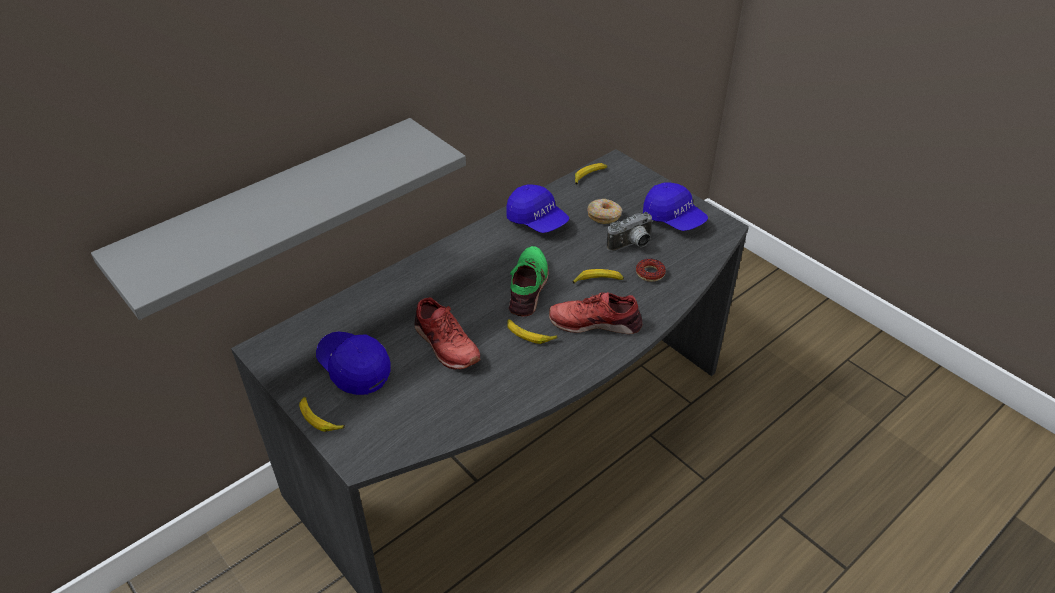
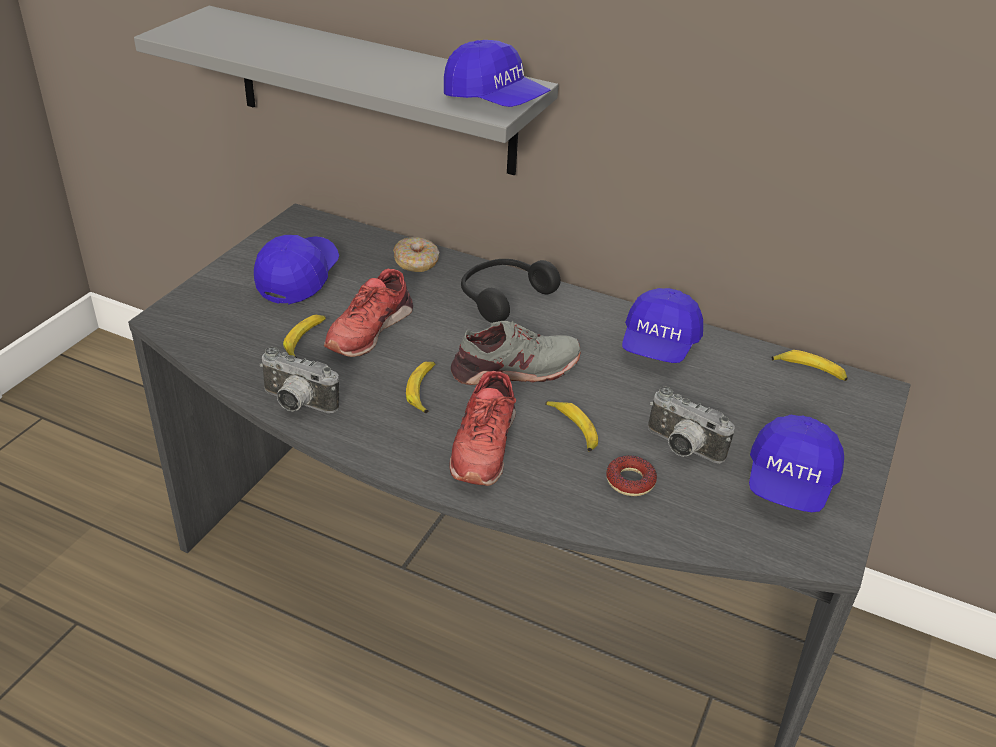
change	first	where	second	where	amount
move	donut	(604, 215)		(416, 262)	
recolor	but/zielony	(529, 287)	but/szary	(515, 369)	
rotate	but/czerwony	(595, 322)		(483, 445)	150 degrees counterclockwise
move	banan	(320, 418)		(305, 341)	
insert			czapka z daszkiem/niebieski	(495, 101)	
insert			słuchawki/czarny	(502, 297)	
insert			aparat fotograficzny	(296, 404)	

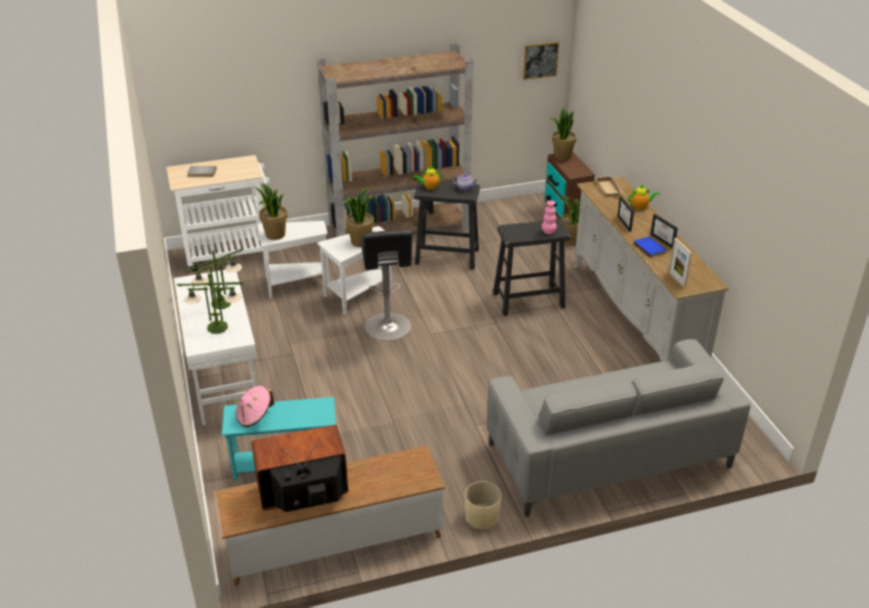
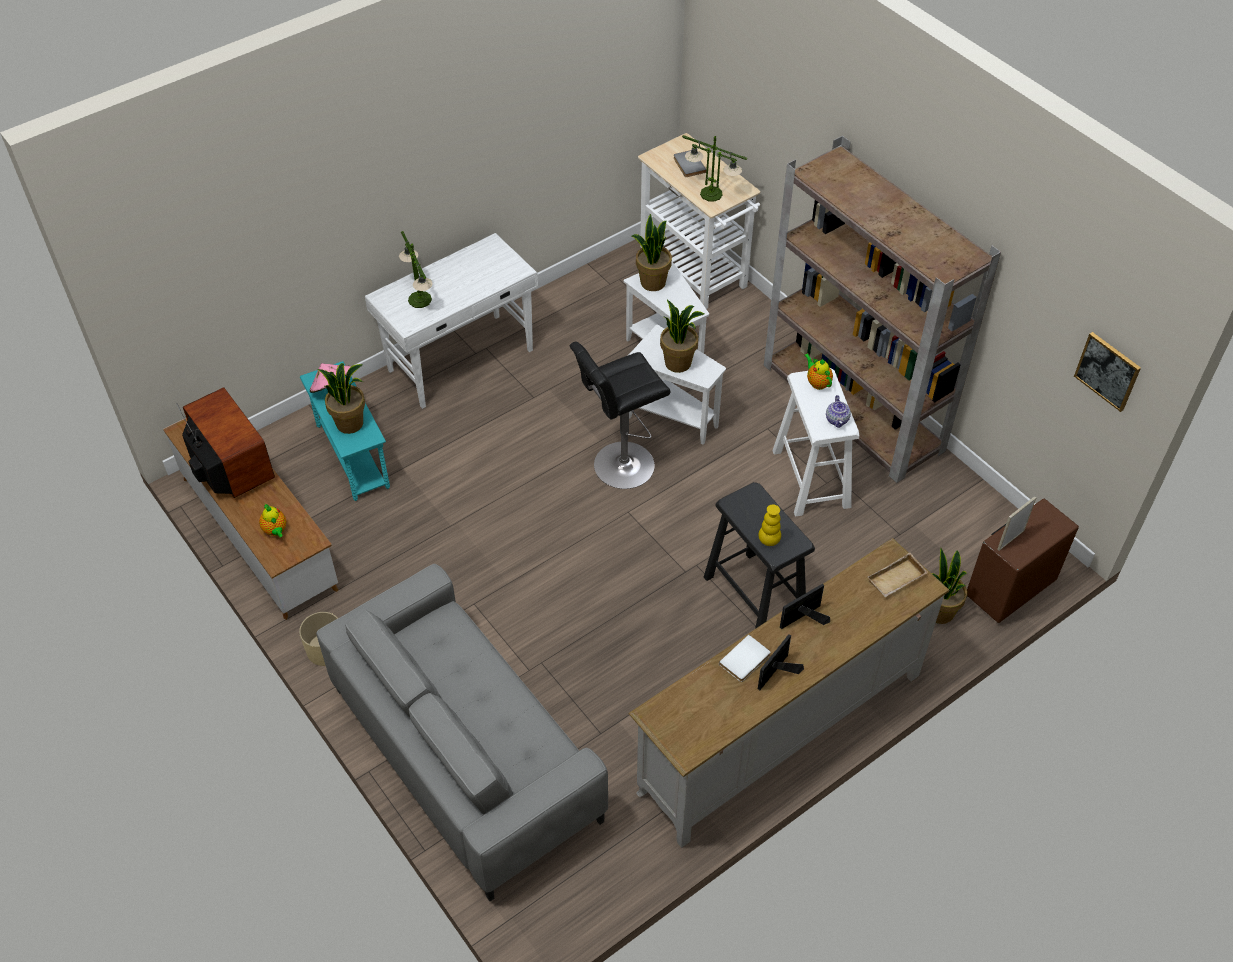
change	first	where	second	where	amount
move	roślina doniczkowa	(562, 156)		(350, 423)	
recolor	stołek/czarny	(447, 256)	stołek/biały	(811, 479)	
move	imbryk	(640, 206)		(275, 531)	
recolor	wazon/różowy	(548, 232)	wazon/żółty	(769, 541)	
recolor	książka/niebieski	(650, 248)	książka/biały	(746, 660)	
move	ramka na zdjęcie	(677, 279)		(1010, 540)	
move	lampa stołowa	(221, 303)		(710, 194)	

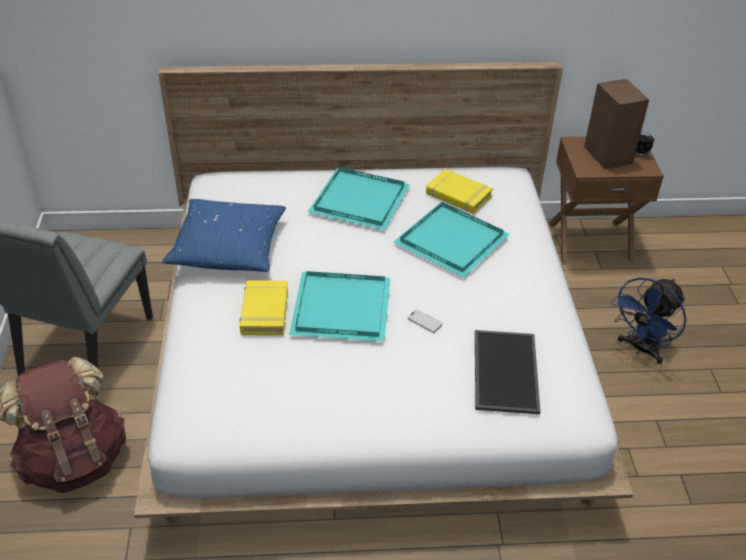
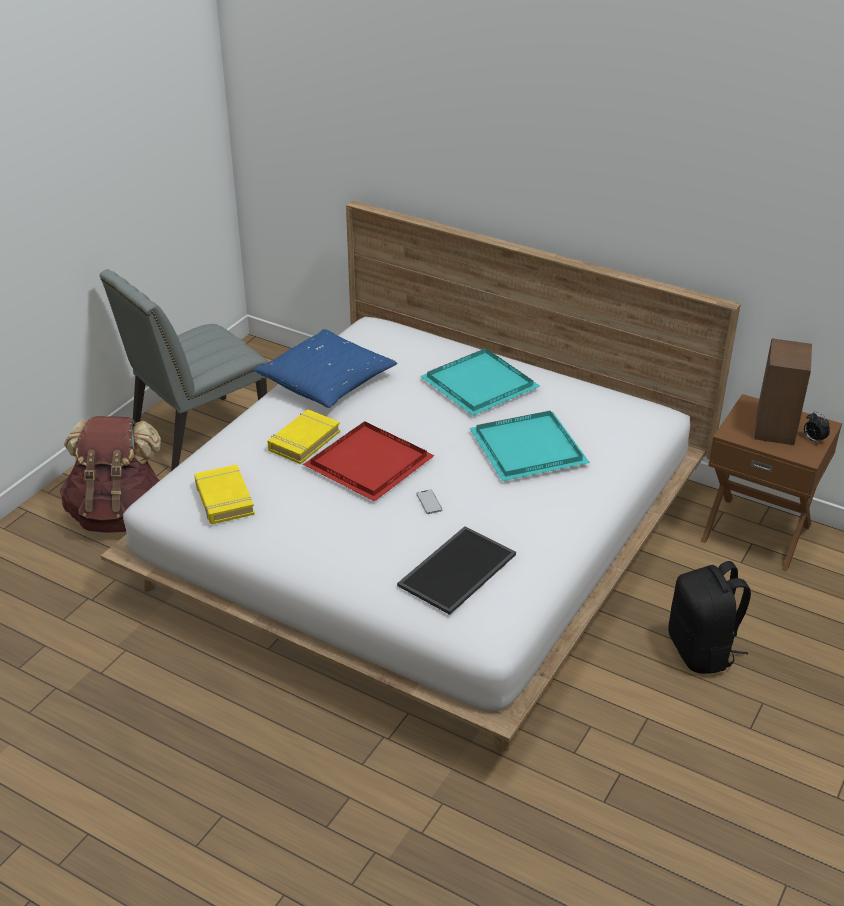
change	first	where	second	where	amount
move	książka/żółty	(458, 195)		(224, 499)	
recolor	taca/turkusowy	(343, 309)	taca/czerwony	(369, 465)	
replace	wentylator/niebieski	(641, 349)	plecak/czarny	(702, 651)	

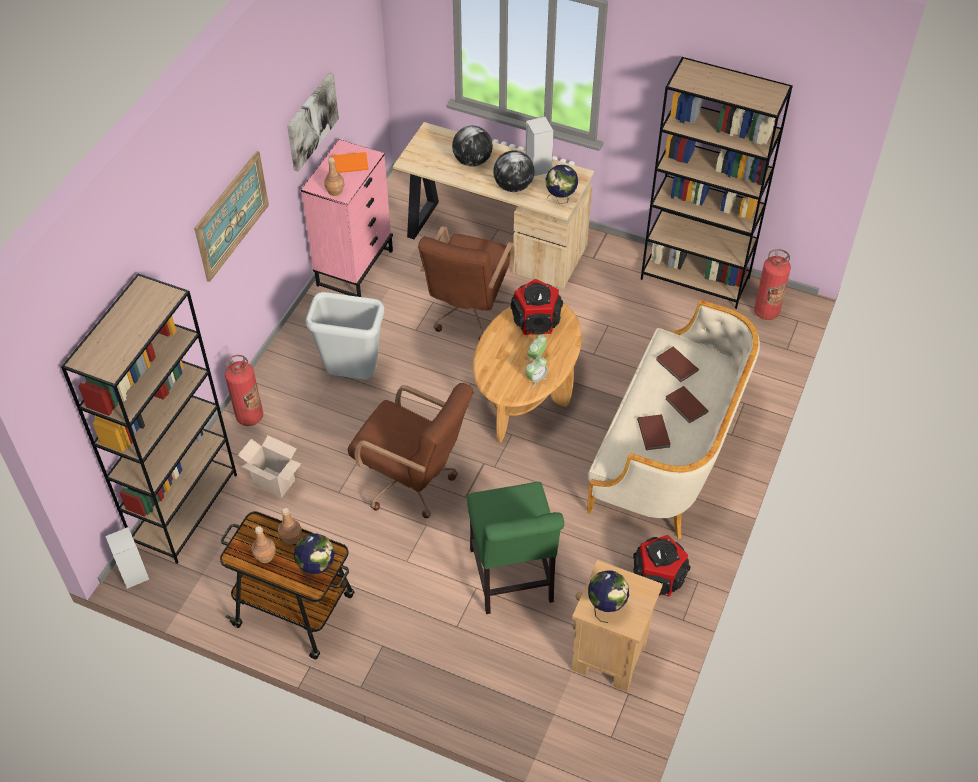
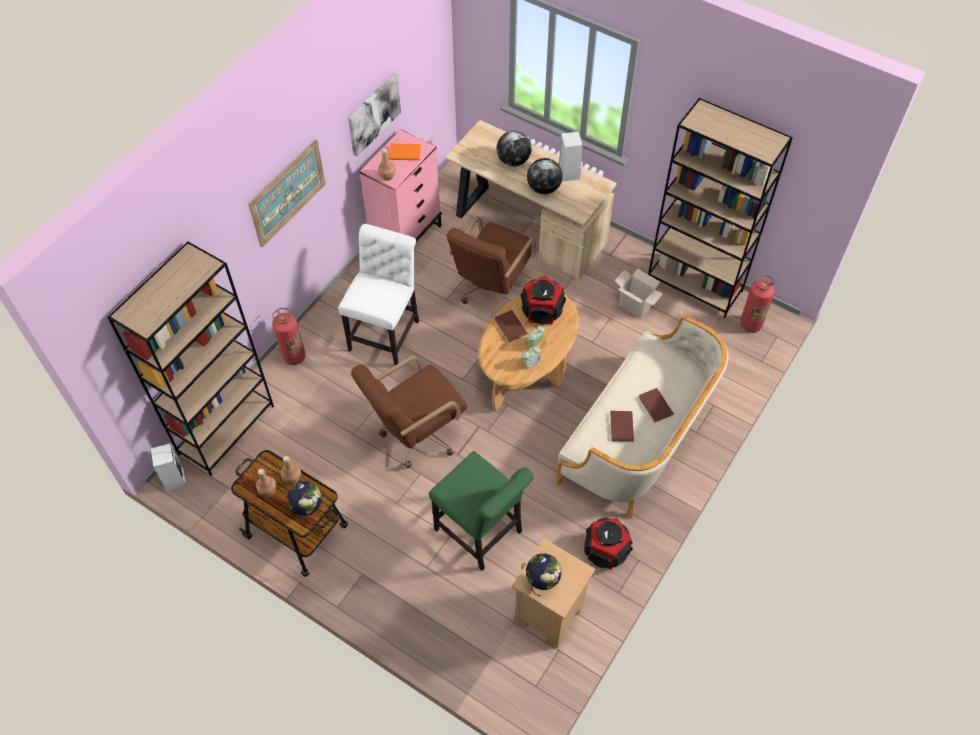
change	first	where	second	where	amount
delete	globus	(560, 199)			
replace	kosz na śmieci/szary	(353, 375)	krzesło/biały	(386, 332)	
move	książka/brązowy	(676, 366)		(510, 327)	
rotate	krzesło biurowe/brązowy	(413, 486)		(416, 437)	105 degrees clockwise
move	karton	(275, 482)		(636, 306)	
rotate	krzesło/zielony	(512, 580)		(481, 533)	45 degrees counterclockwise

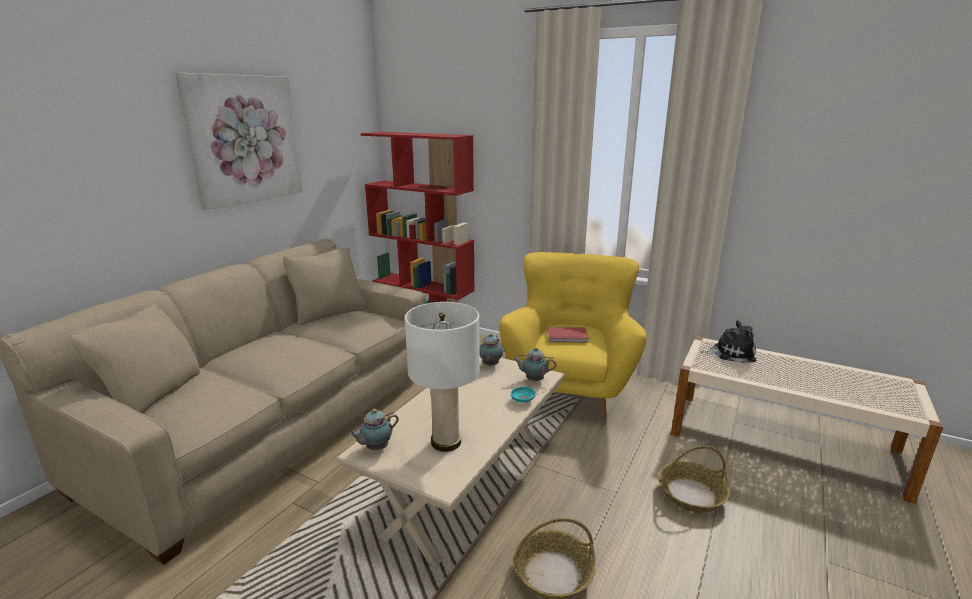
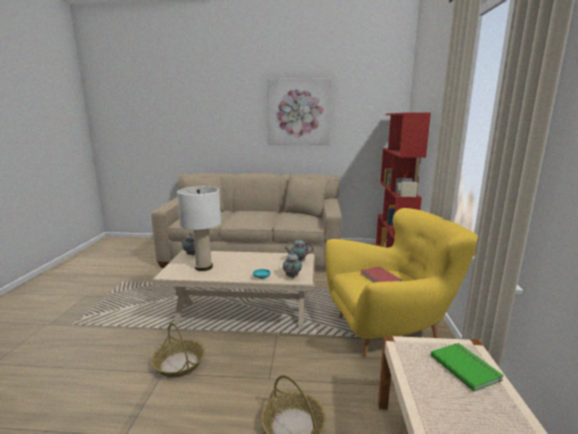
change	first	where	second	where	amount
replace	pluszak	(731, 353)	książka/zielony	(466, 367)	

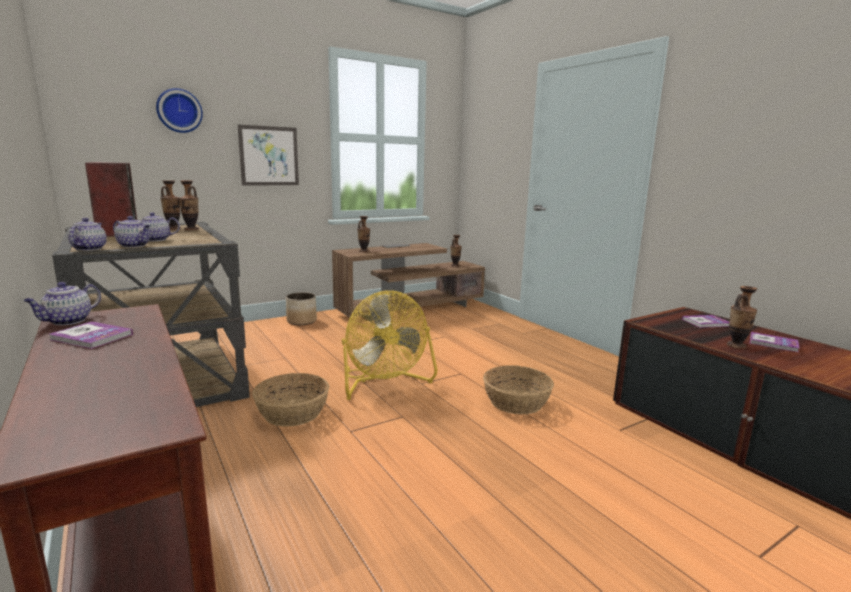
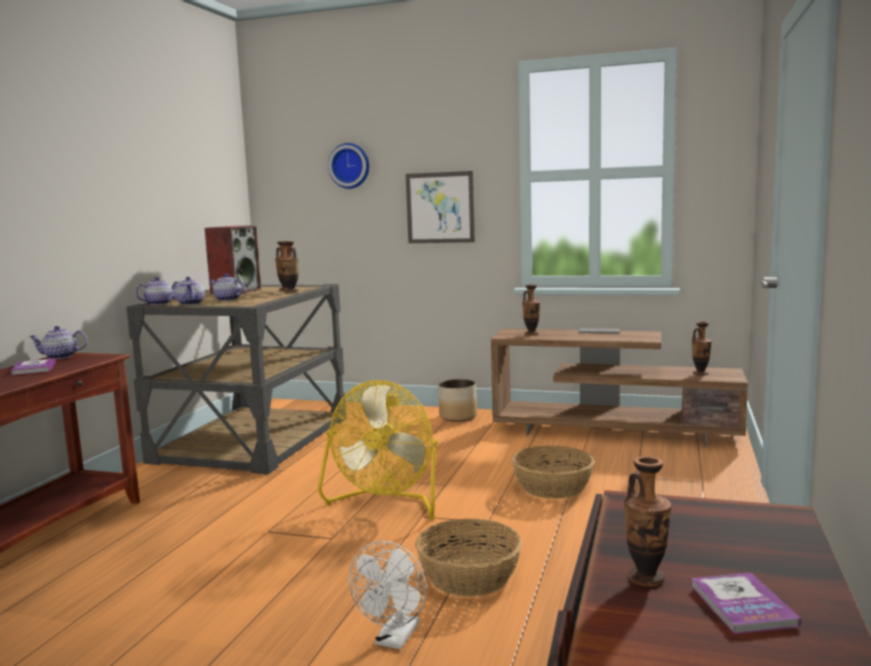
change	first	where	second	where	amount
delete	książka	(706, 322)			
move	koszyk	(292, 412)		(552, 486)	
insert			wentylator/biały	(394, 639)	

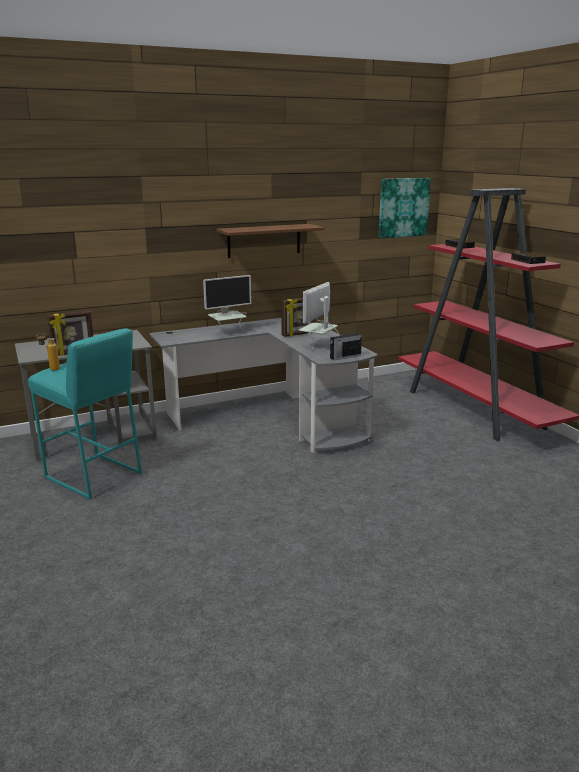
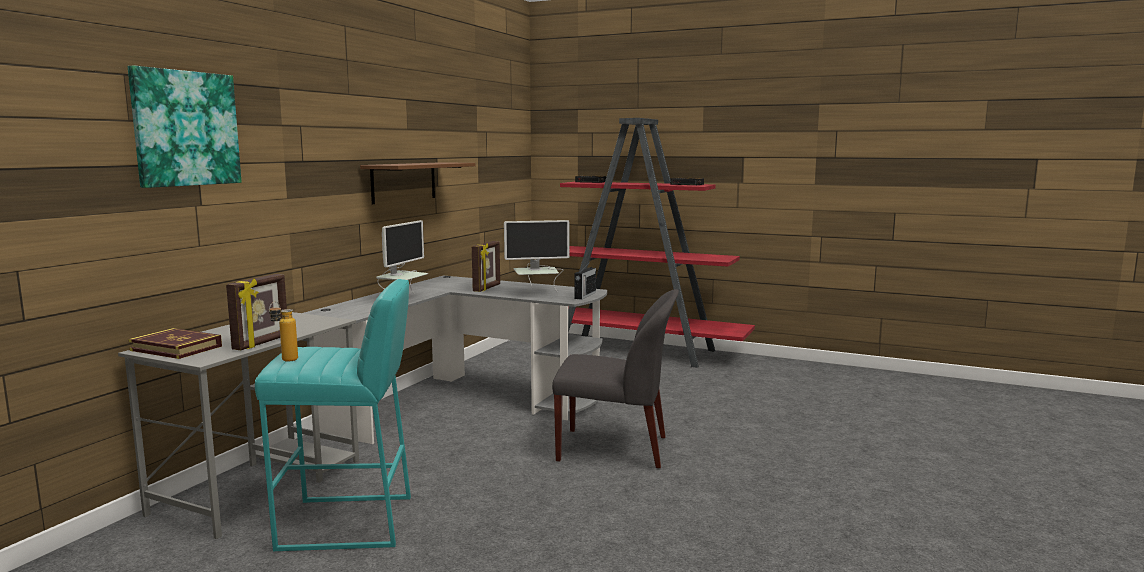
change	first	where	second	where	amount
move	obraz	(403, 207)		(185, 128)	
rotate	monitor	(318, 346)		(536, 293)	90 degrees counterclockwise
insert			krzesło/szary	(616, 449)	
insert			książka	(176, 348)	

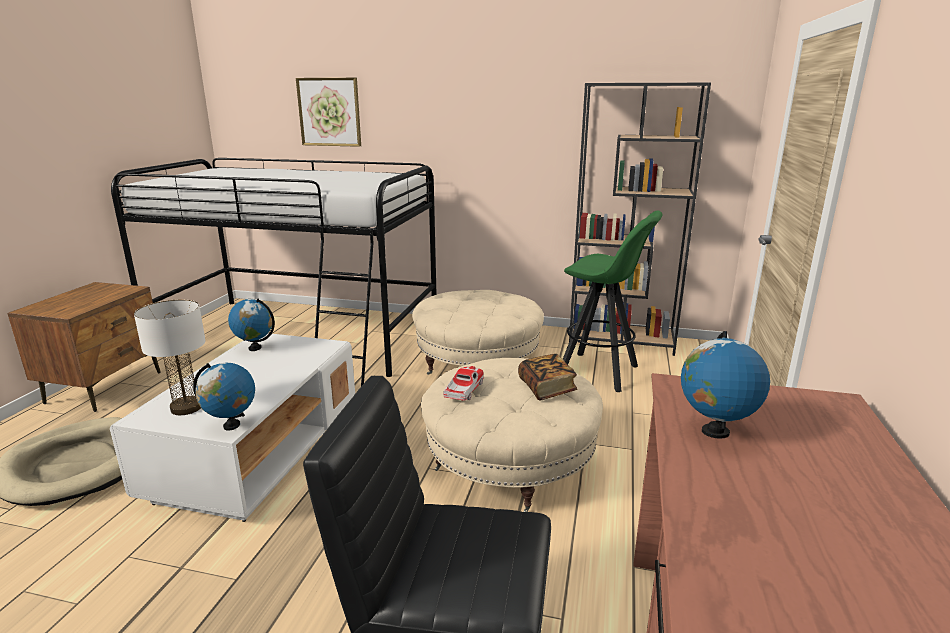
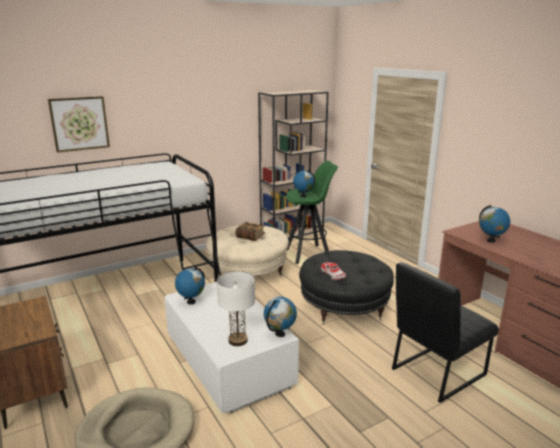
change	first	where	second	where	amount
move	książka	(547, 388)		(250, 237)	
recolor	pufa/beżowy	(510, 464)	pufa/czarny	(344, 307)	
insert			globus	(303, 196)	

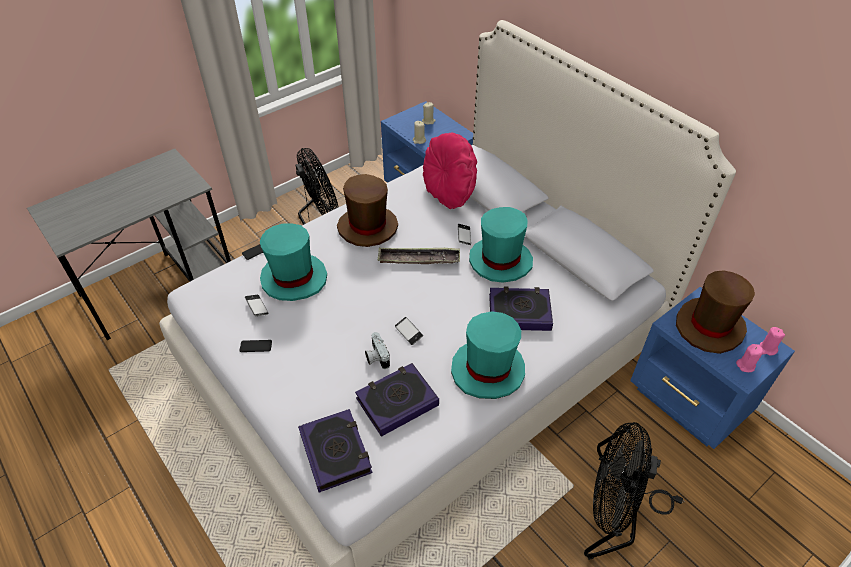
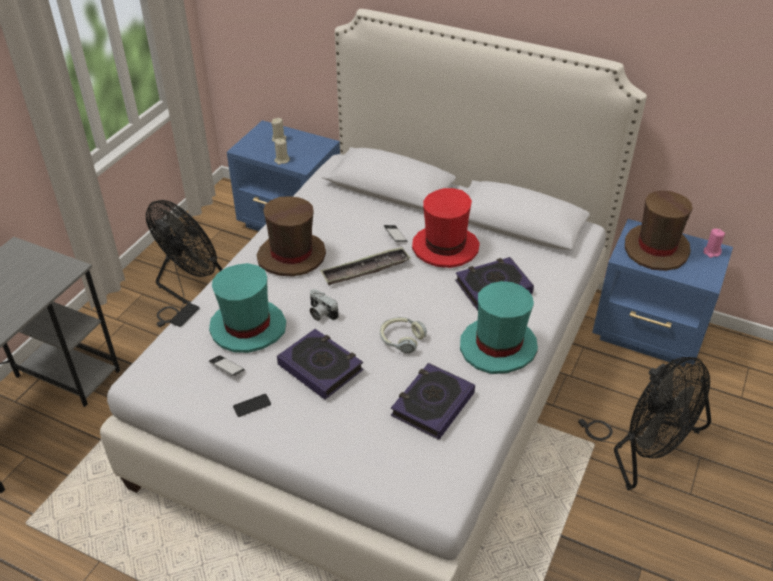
change	first	where	second	where	amount
delete	poduszka/różowy	(448, 195)			
recolor	kapelusz/turkusowy	(500, 261)	kapelusz/czerwony	(445, 248)	
replace	telefon	(408, 332)	słuchawki	(401, 339)	
move	aparat fotograficzny	(376, 357)		(320, 313)	
delete	świeca/różowy	(745, 365)			
move	książka	(335, 452)		(320, 367)	
rotate	wentylator/czarny	(618, 507)		(642, 447)	120 degrees counterclockwise

